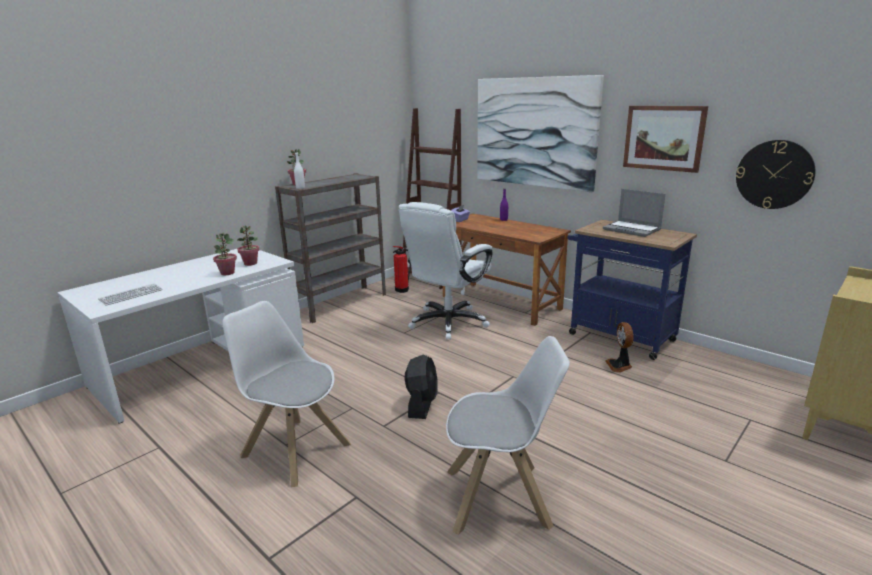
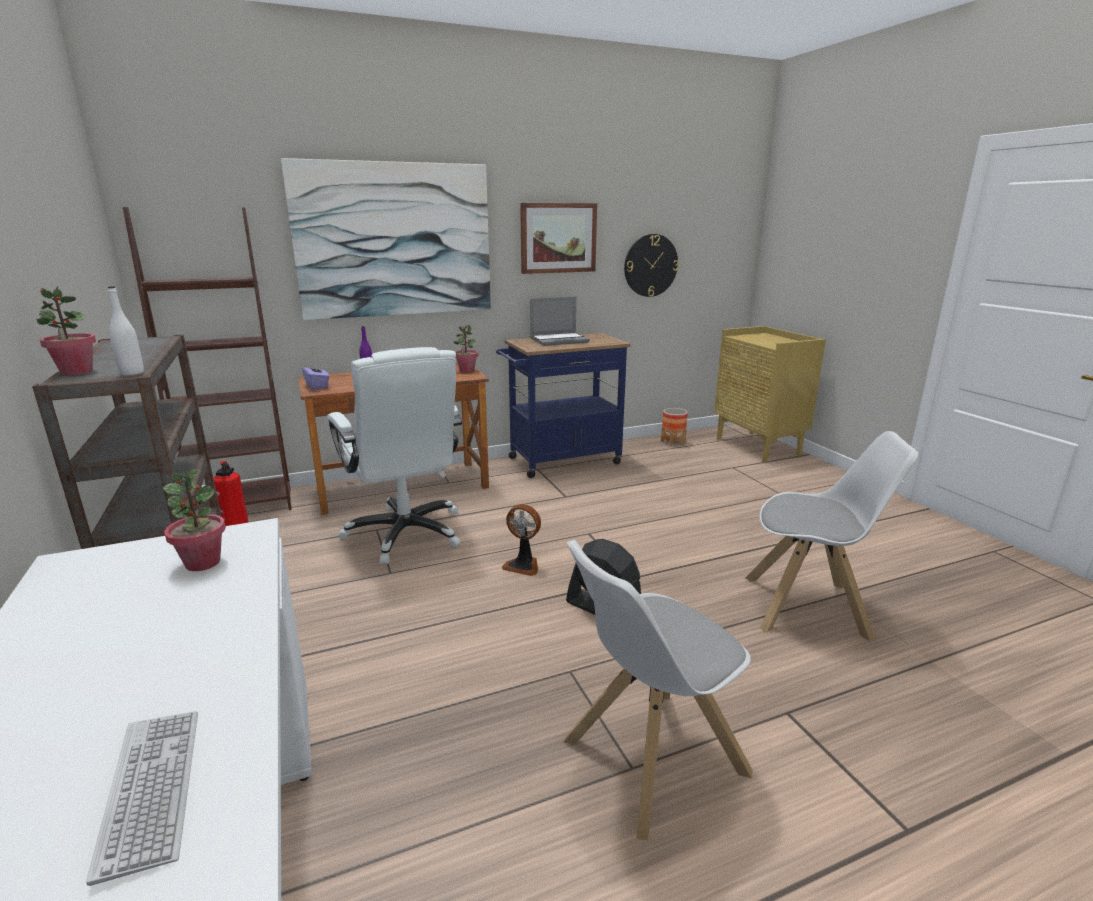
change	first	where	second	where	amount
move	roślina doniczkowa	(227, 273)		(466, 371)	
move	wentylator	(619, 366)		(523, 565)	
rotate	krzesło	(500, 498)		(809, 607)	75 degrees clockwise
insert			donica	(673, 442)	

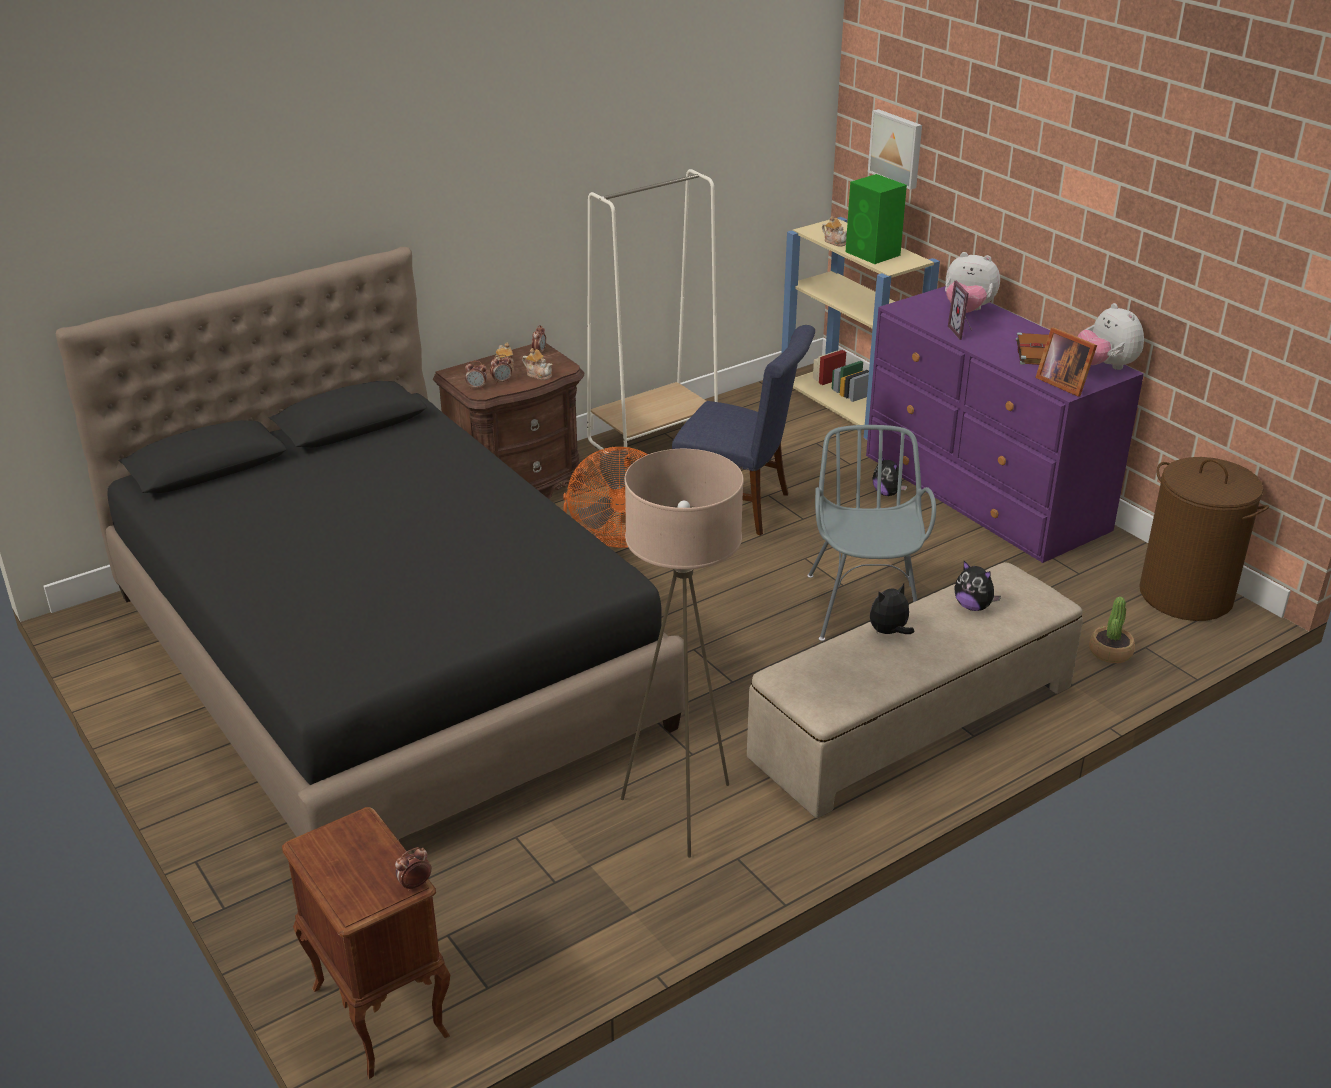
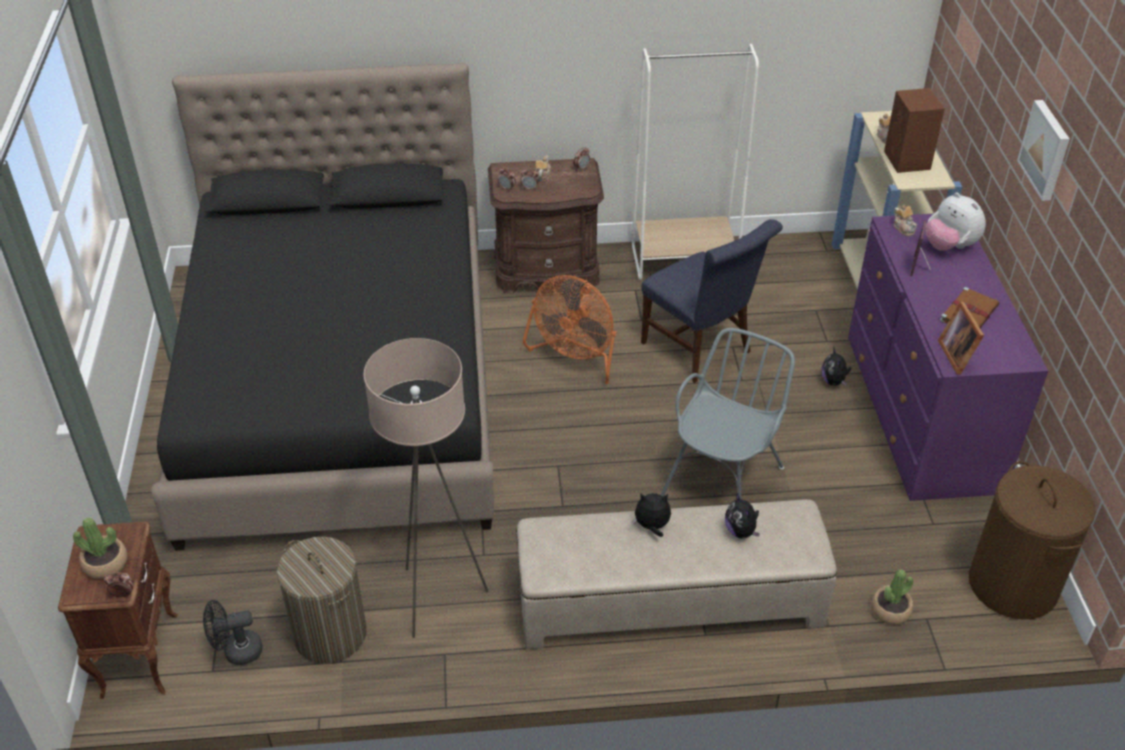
change	first	where	second	where	amount
move	obraz	(897, 148)		(1046, 149)	
recolor	głośnik/zielony	(873, 254)	głośnik/brązowy	(907, 161)	
delete	pluszak	(1105, 366)			
move	imbryk	(538, 374)		(904, 228)	
insert			roślina doniczkowa	(105, 563)	
insert			kosz na pranie	(330, 633)	
insert			wentylator/czarny	(236, 652)	

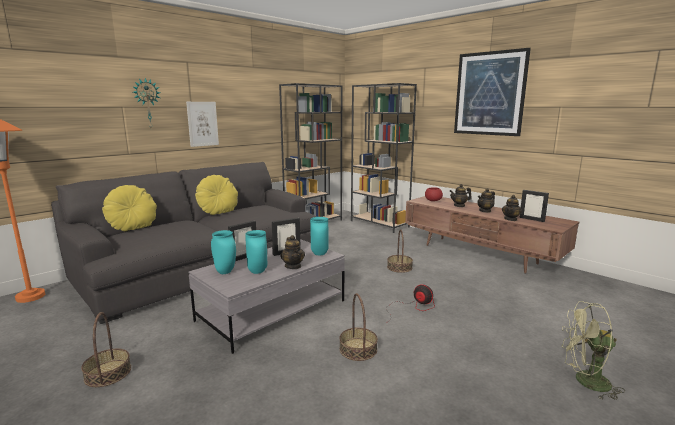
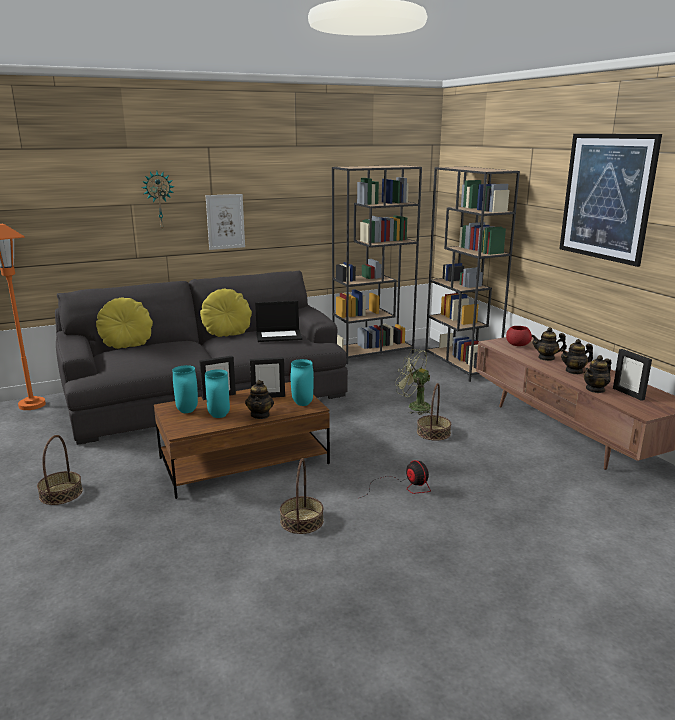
change	first	where	second	where	amount
recolor	ława/szary	(272, 310)	ława/brązowy	(244, 461)	
move	wentylator/zielony	(585, 382)		(414, 406)	
insert			laptop	(279, 336)	

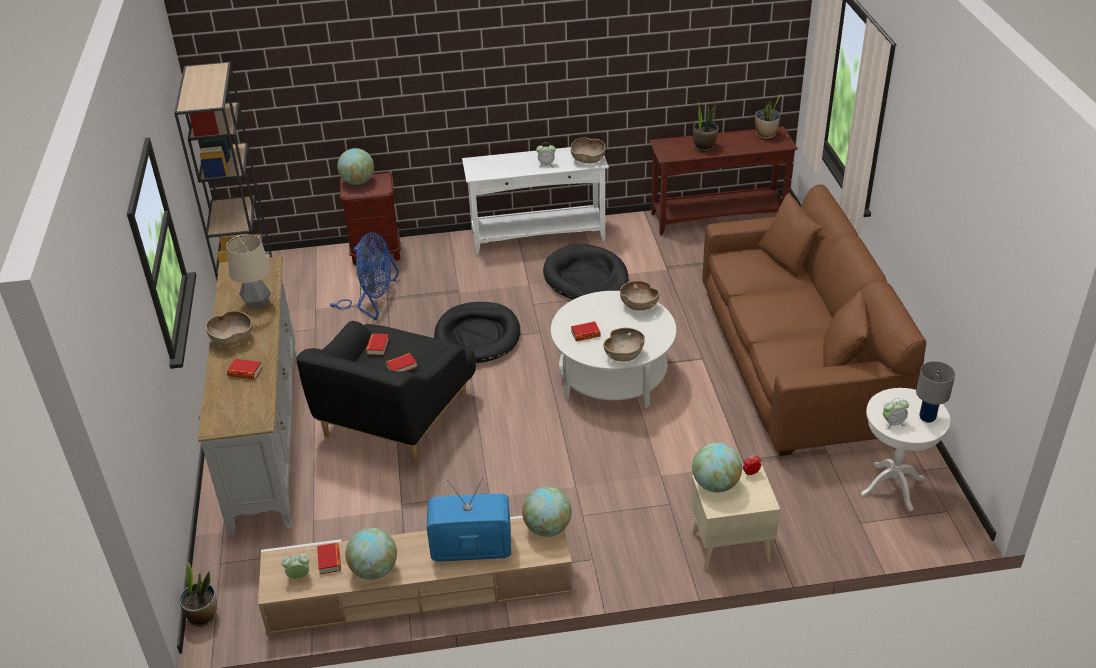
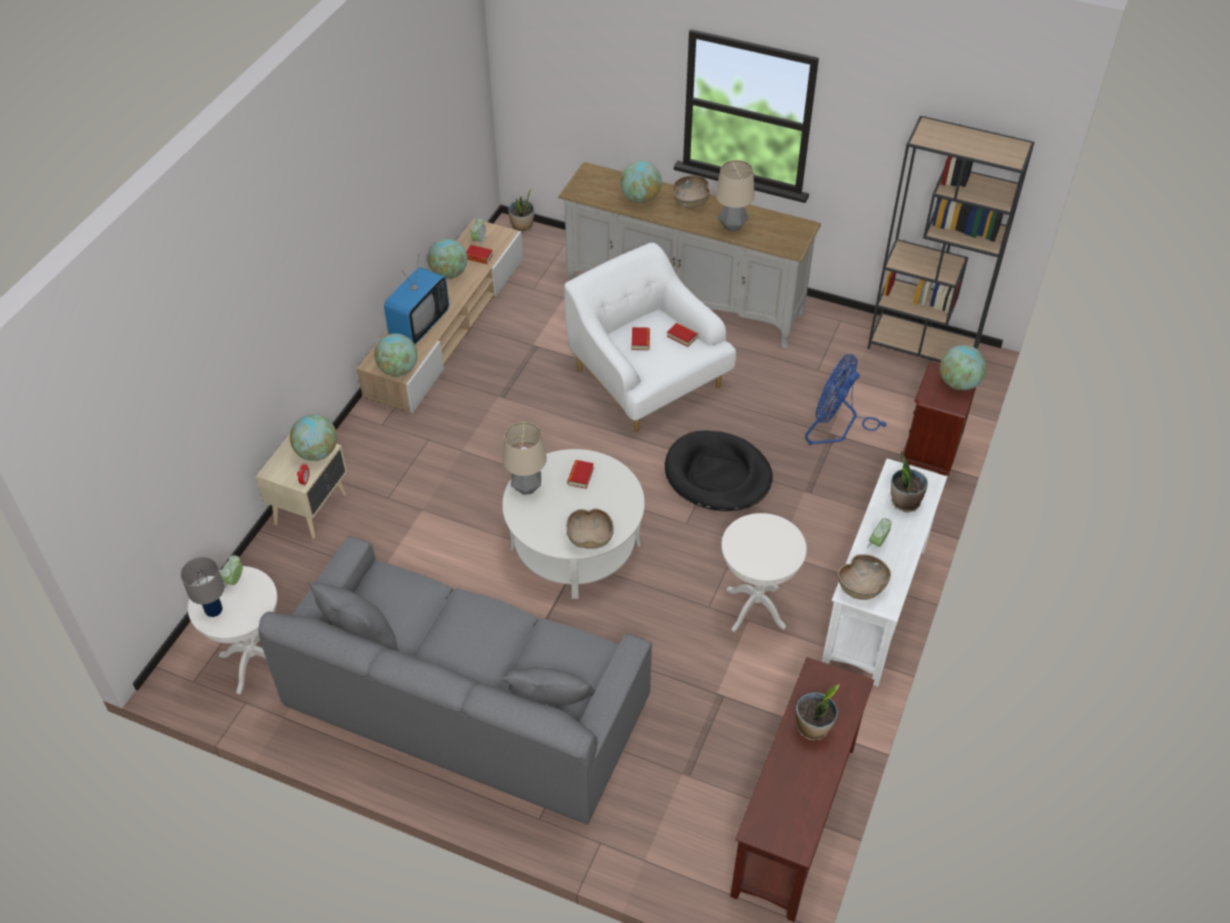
change	first	where	second	where	amount
move	roślina doniczkowa	(766, 135)		(904, 502)	
recolor	kanapa/brązowy	(794, 362)	kanapa/szary	(468, 706)	
rotate	wentylator/niebieski	(371, 300)		(839, 422)	75 degrees clockwise
replace	legowisko/czarny	(586, 277)	stolik/biały	(755, 608)	
recolor	fotel/czarny	(394, 415)	fotel/biały	(646, 378)	
replace	miska/brązowy	(624, 355)	lampa stołowa	(526, 488)	
replace	książka	(245, 372)	globus	(640, 198)	

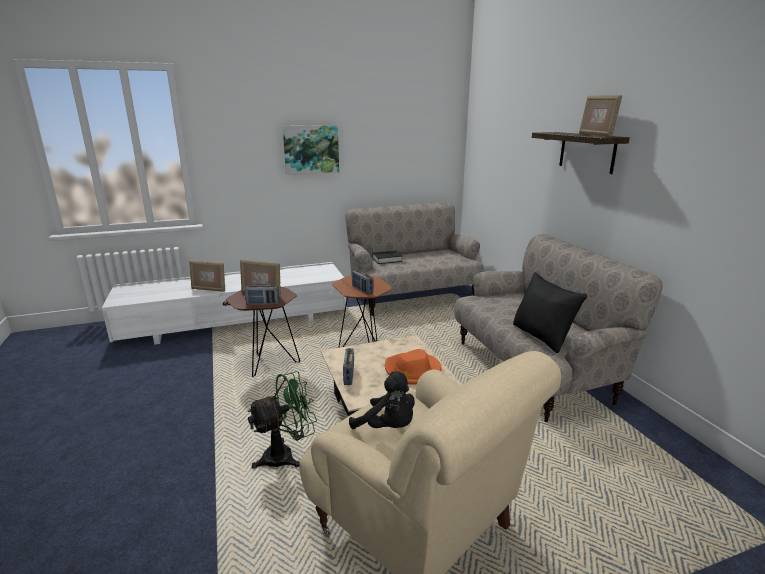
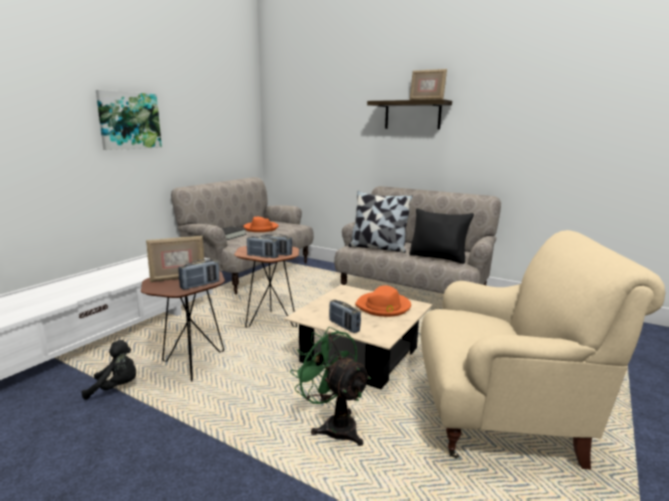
change	first	where	second	where	amount
delete	ramka na zdjęcie	(209, 289)			
rotate	wentylator/zielony	(286, 455)		(334, 425)	60 degrees counterclockwise
move	pluszak/czarny	(388, 427)		(116, 388)	
insert			poduszka	(378, 248)	
insert			kapelusz/pomarańczowy	(261, 228)	
insert			radio	(262, 256)	

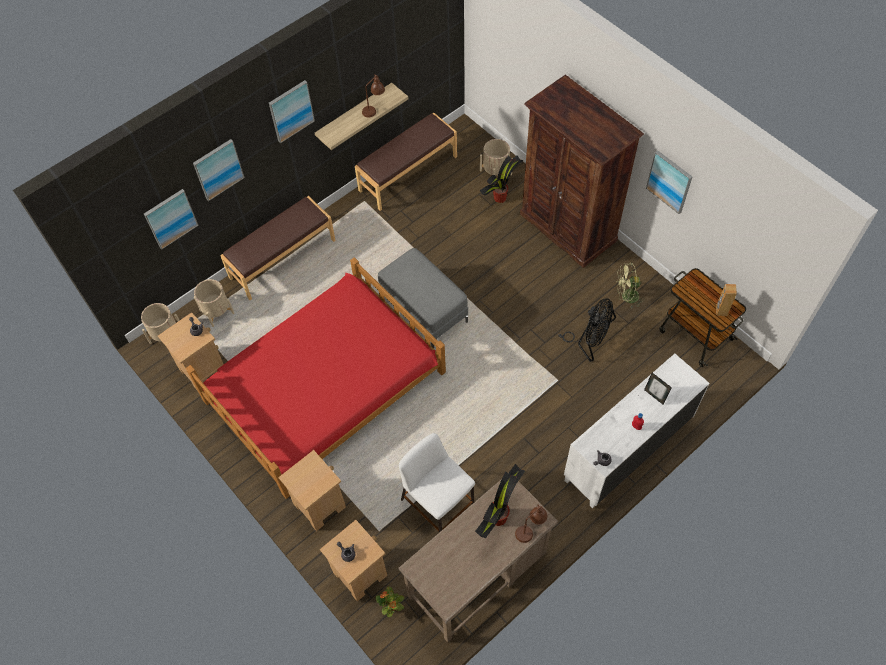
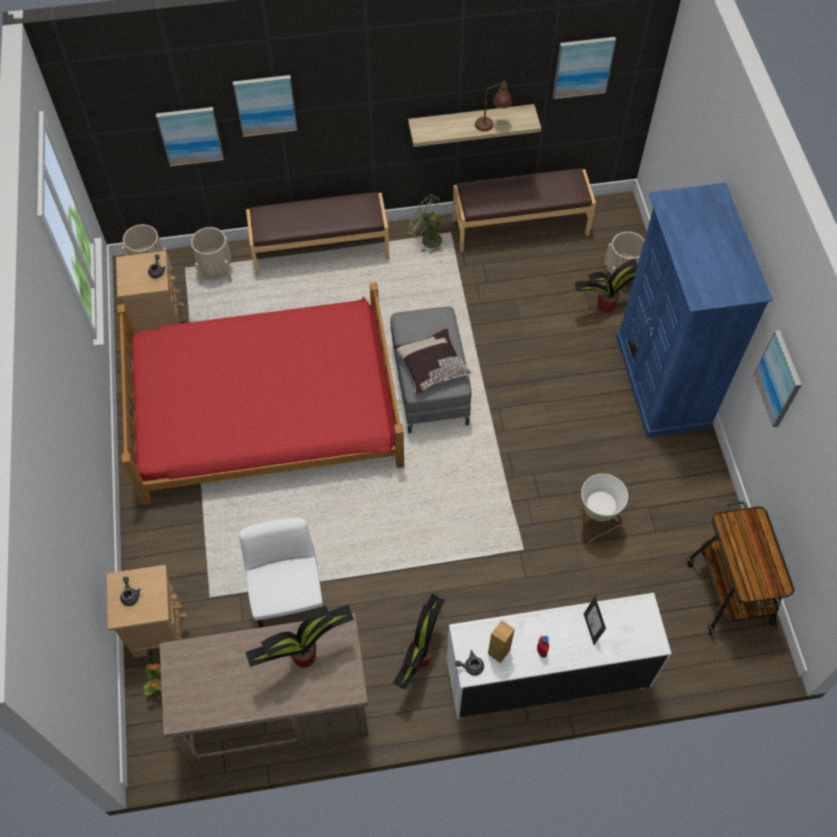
change	first	where	second	where	amount
recolor	szafa/brązowy	(567, 227)	szafa/niebieski	(661, 381)	
move	obraz	(291, 111)		(583, 67)	
move	wentylator/zielony	(626, 297)		(427, 239)	
move	głośnik/brązowy	(721, 310)		(498, 651)	
replace	wentylator/czarny	(590, 338)	donica	(595, 523)	
delete	szafka nocna/beżowy	(320, 504)			
delete	lampa stołowa/brązowy	(530, 529)			
insert			poduszka	(432, 366)	
insert			roślina doniczkowa	(420, 659)	

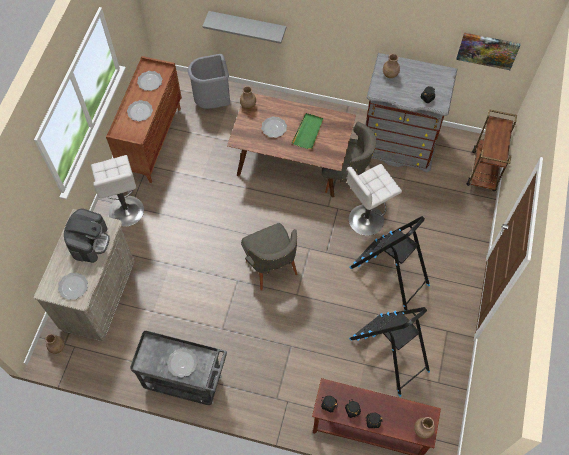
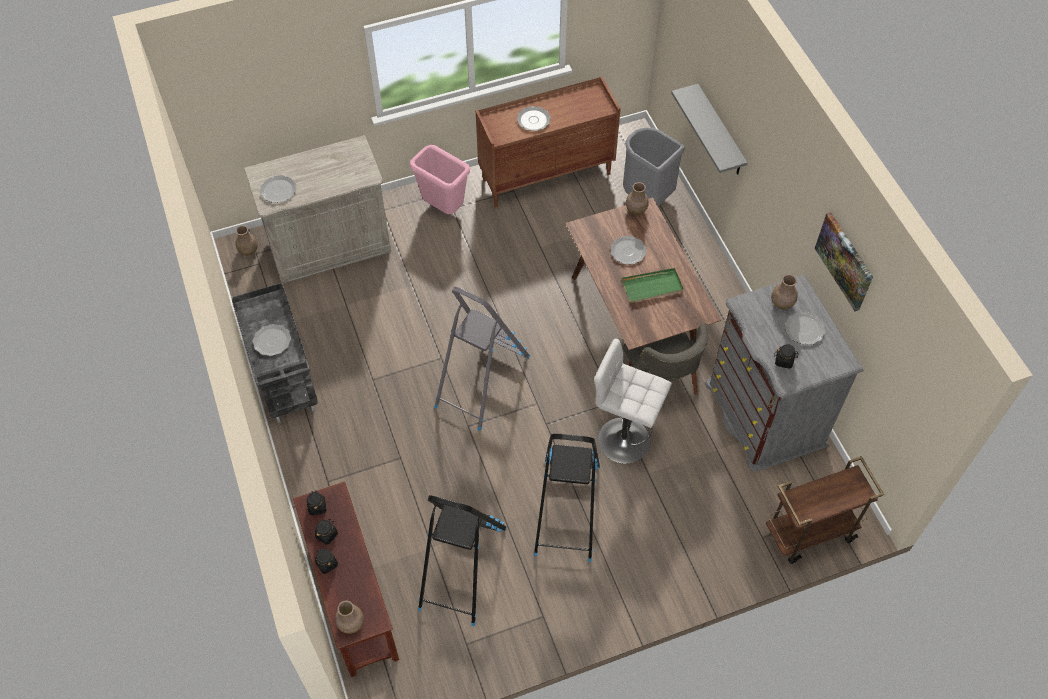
change	first	where	second	where	amount
move	obraz	(487, 50)		(845, 261)	
move	talerz	(150, 81)		(804, 329)	
replace	stołek/biały	(126, 211)	kosz na śmieci/różowy	(443, 208)	
delete	ekspres do kawy	(89, 241)			
replace	krzesło/szary	(271, 267)	drabinka/szary	(483, 380)	

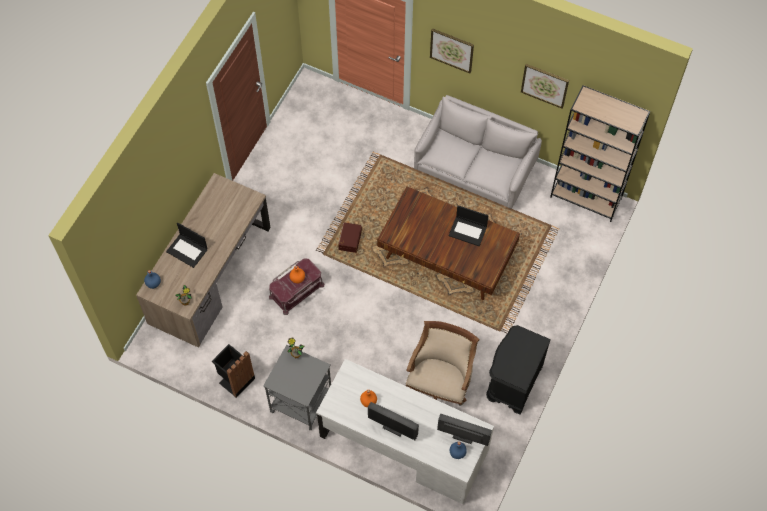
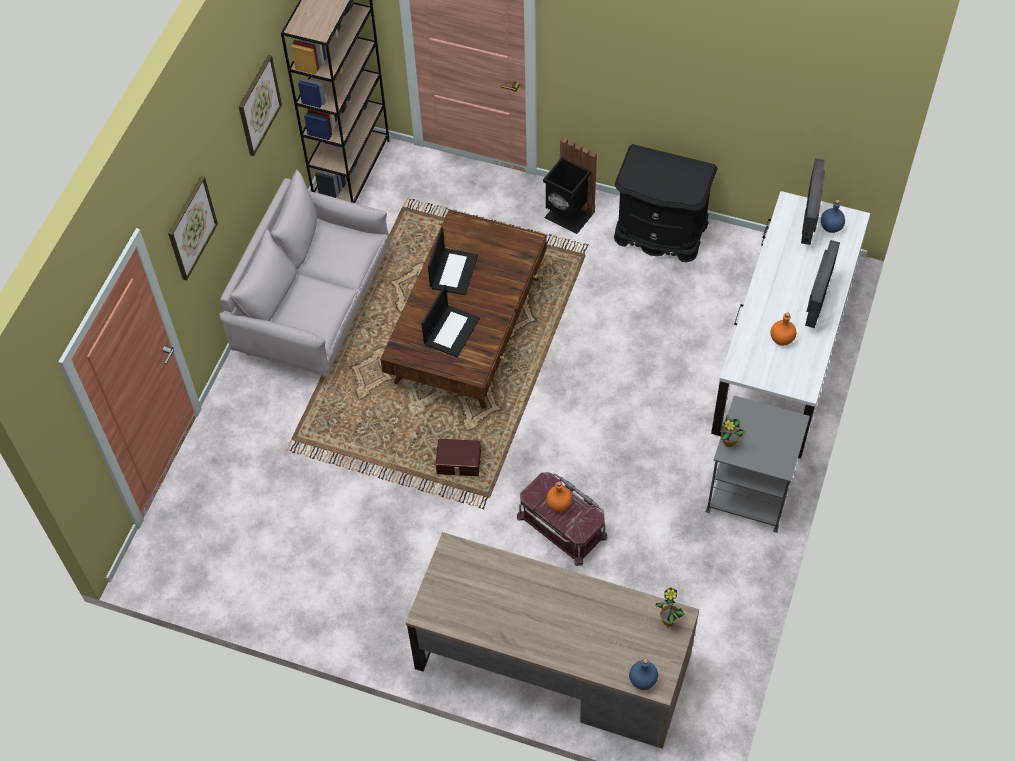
change	first	where	second	where	amount
move	laptop	(187, 250)		(451, 330)	
delete	krzesło biurowe	(440, 385)			
move	kosz na śmieci/czarny	(235, 379)		(568, 216)	

